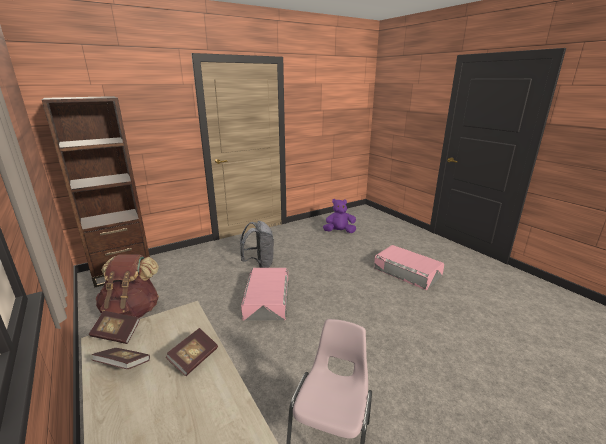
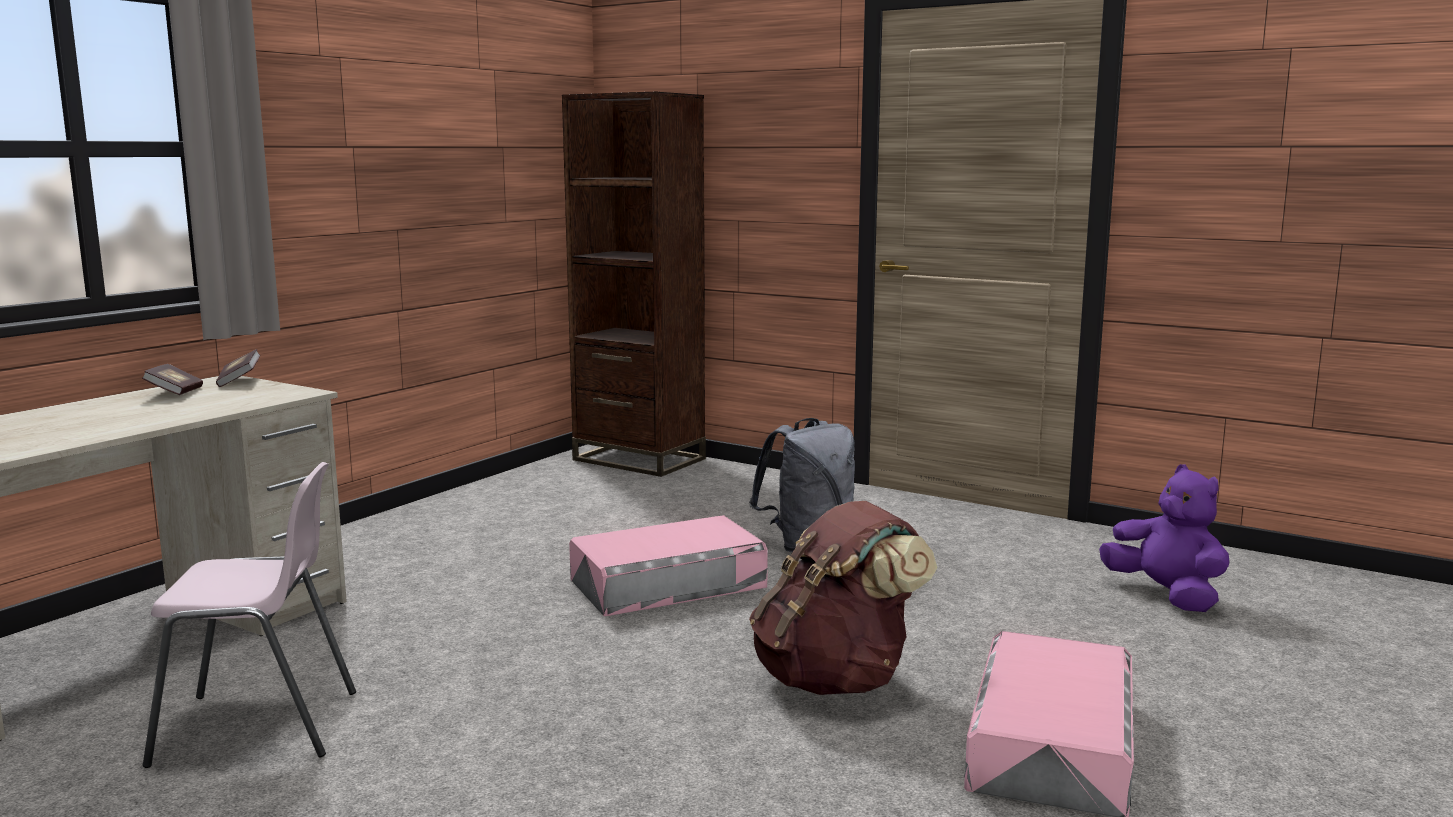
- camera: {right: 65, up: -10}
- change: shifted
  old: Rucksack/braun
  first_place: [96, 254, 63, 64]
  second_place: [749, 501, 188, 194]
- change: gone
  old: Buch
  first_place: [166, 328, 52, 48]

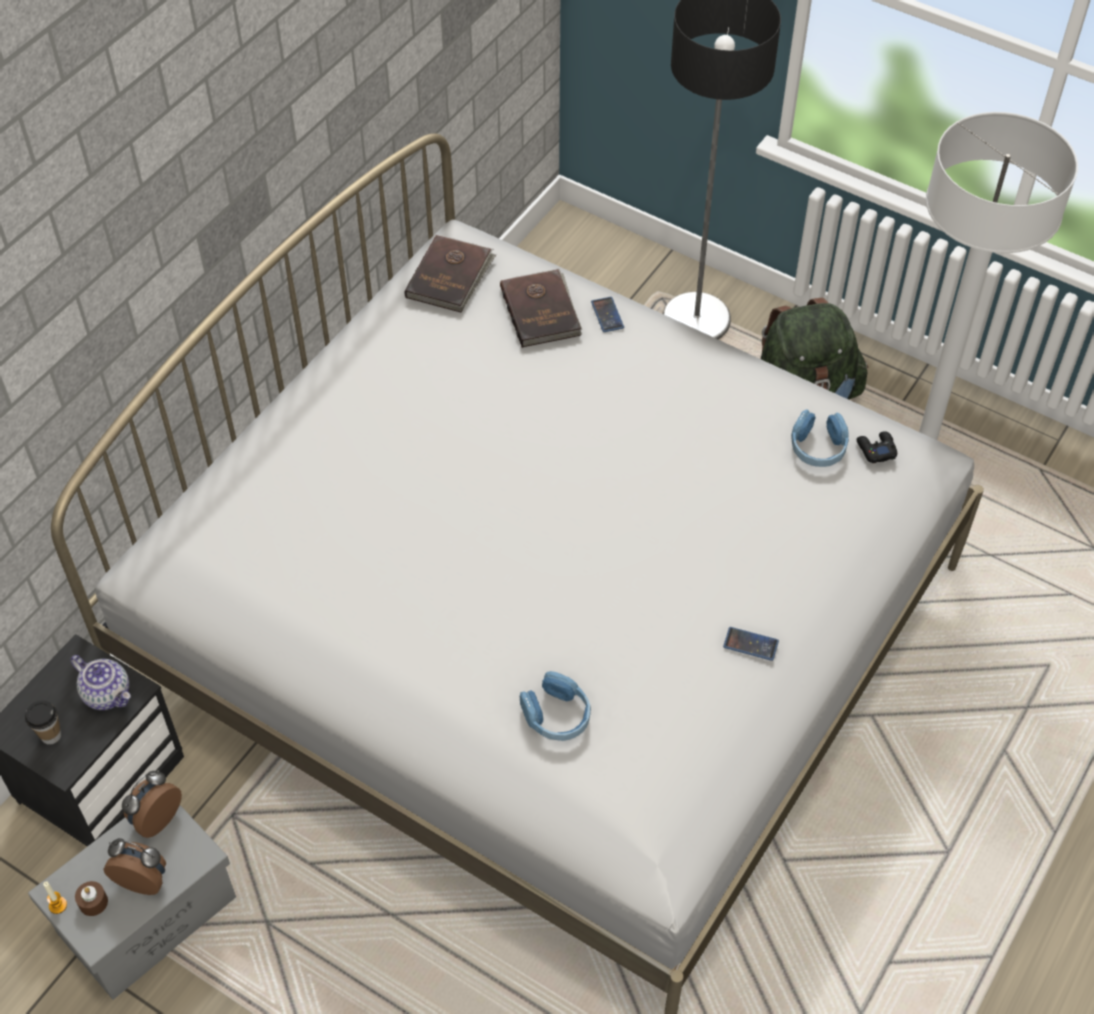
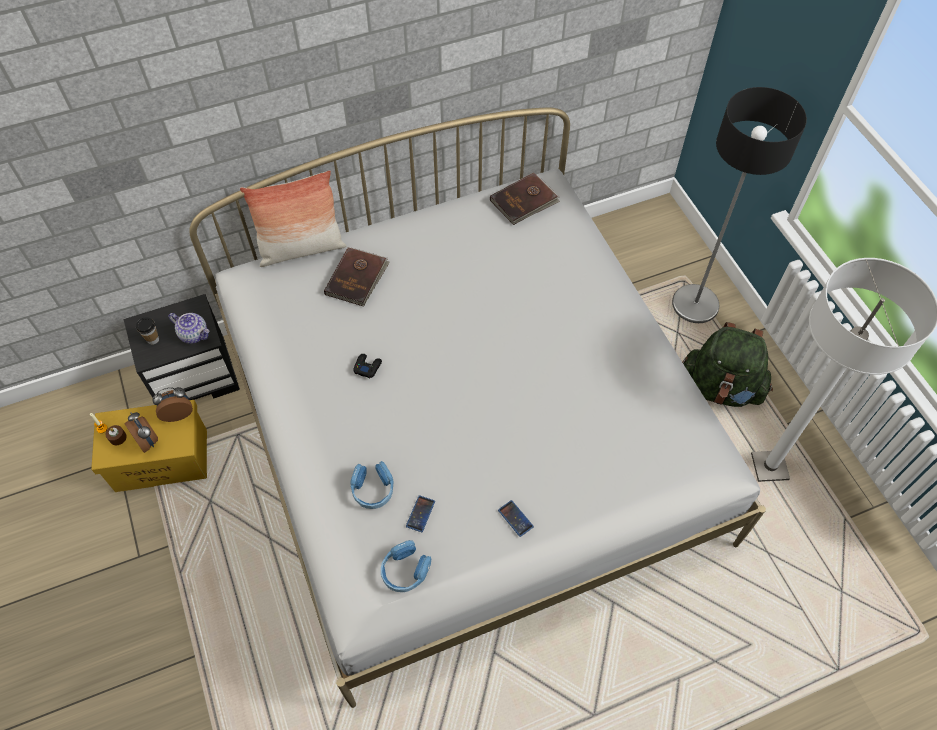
- camera: {right: 35, up: 5}
- change: shifted
  old: Buch/braun
  first_place: [500, 268, 82, 80]
  second_place: [324, 247, 66, 60]
- change: shifted
  old: Handy
  first_place: [591, 297, 33, 35]
  second_place: [406, 495, 29, 37]
- change: shifted
  old: Kopfhörer/blau
  first_place: [791, 410, 58, 57]
  second_place: [381, 540, 50, 52]
- change: shifted
  old: Gamepad/schwarz
  first_place: [857, 431, 40, 32]
  second_place: [353, 354, 29, 24]
- change: rotated
  old: Teekanne
  first_place: [70, 655, 60, 55]
  second_place: [168, 313, 42, 31]
  degrees: -45
- change: repainted
  old: Aufbewahrungsbox/grau
  new: Aufbewahrungsbox/gelb
  first_place: [28, 805, 208, 195]
  second_place: [91, 400, 116, 92]
- change: new
  new: Kissen
  second_place: [240, 170, 107, 97]

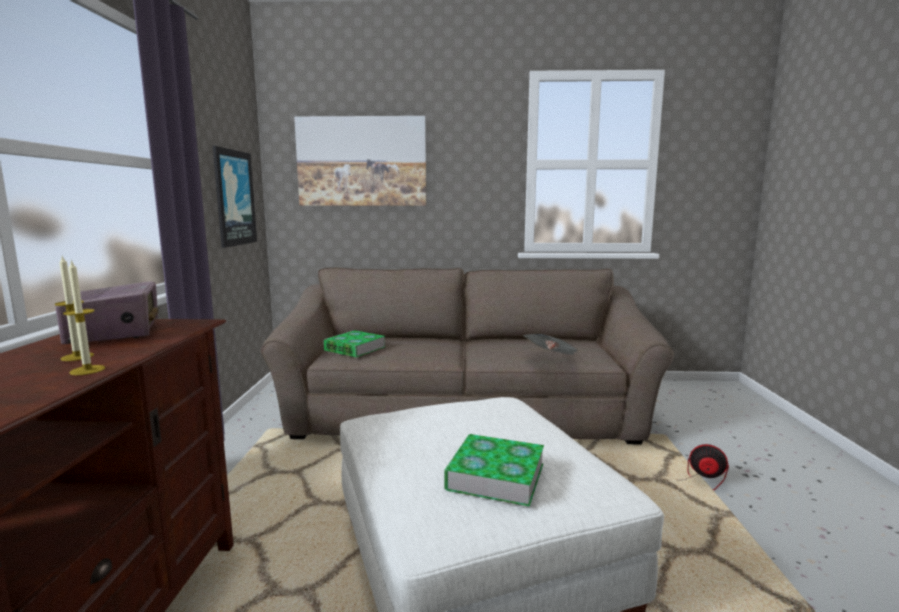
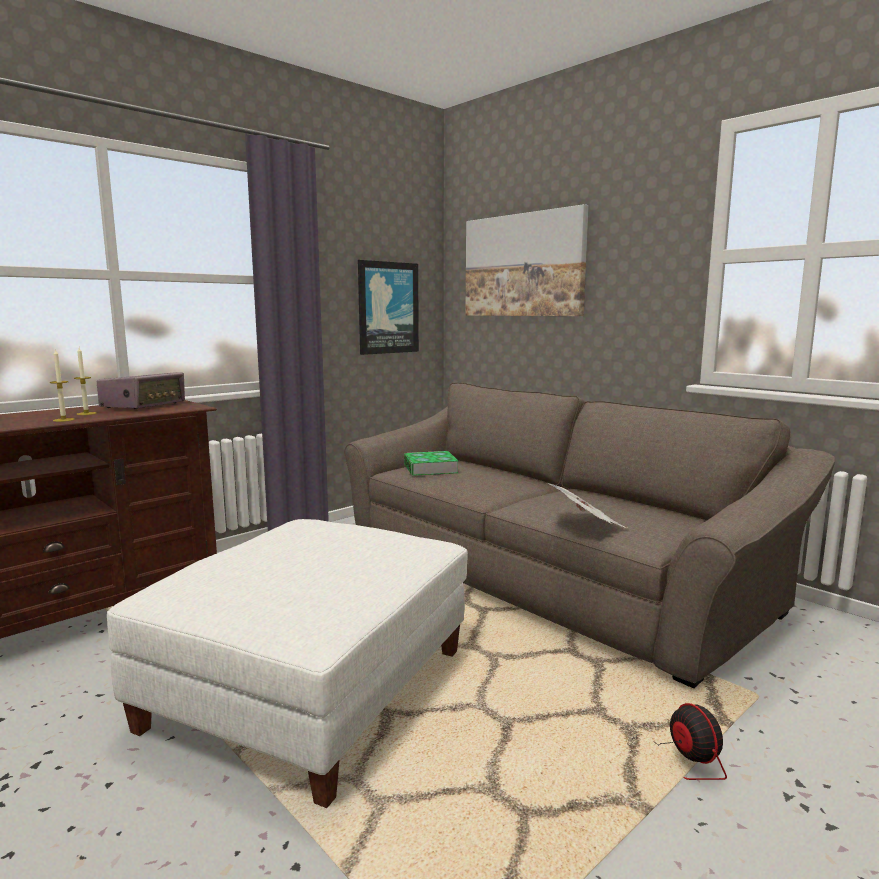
- camera: {right: 45, up: 0}
- change: gone
  old: Buch
  first_place: [444, 434, 100, 72]

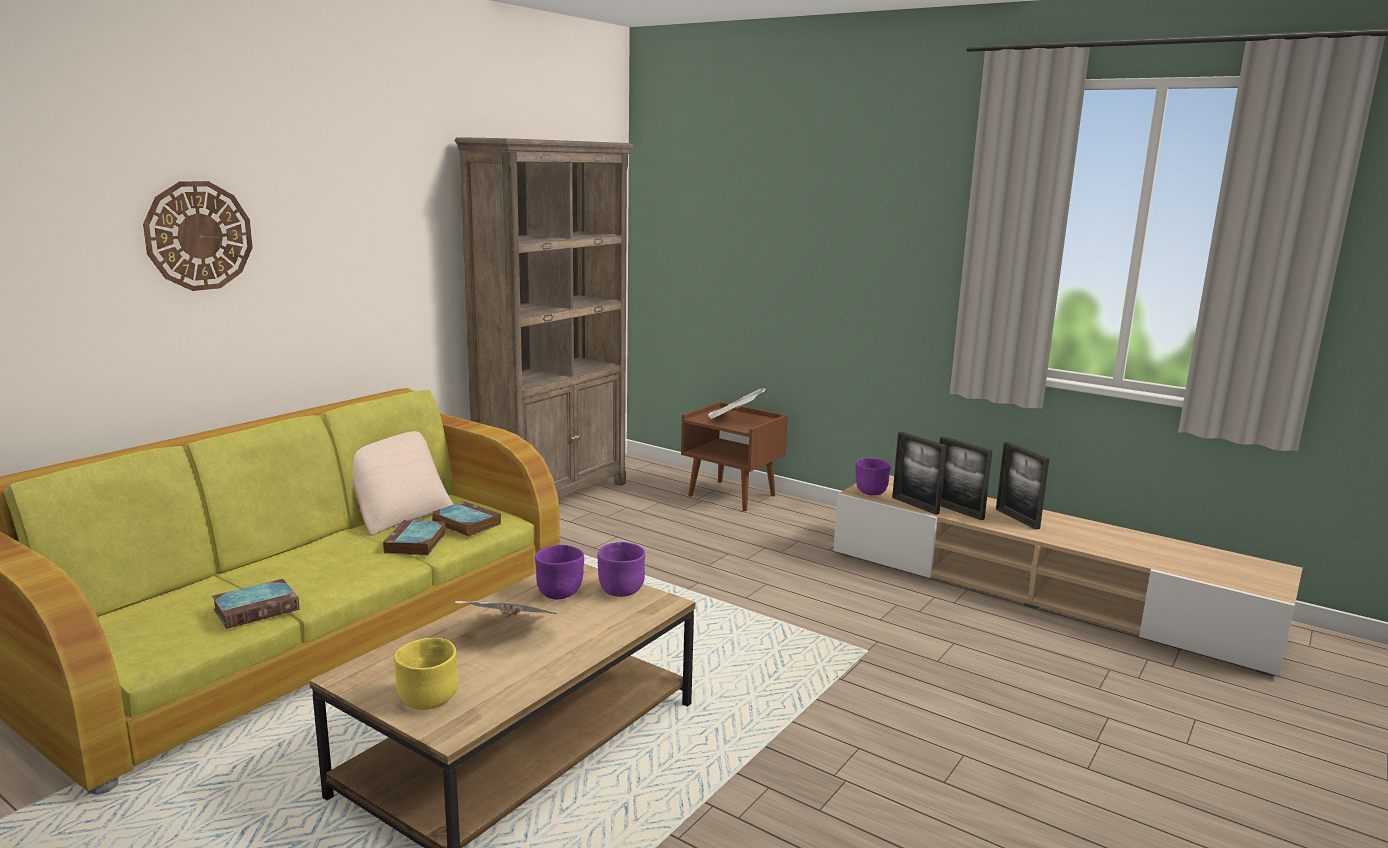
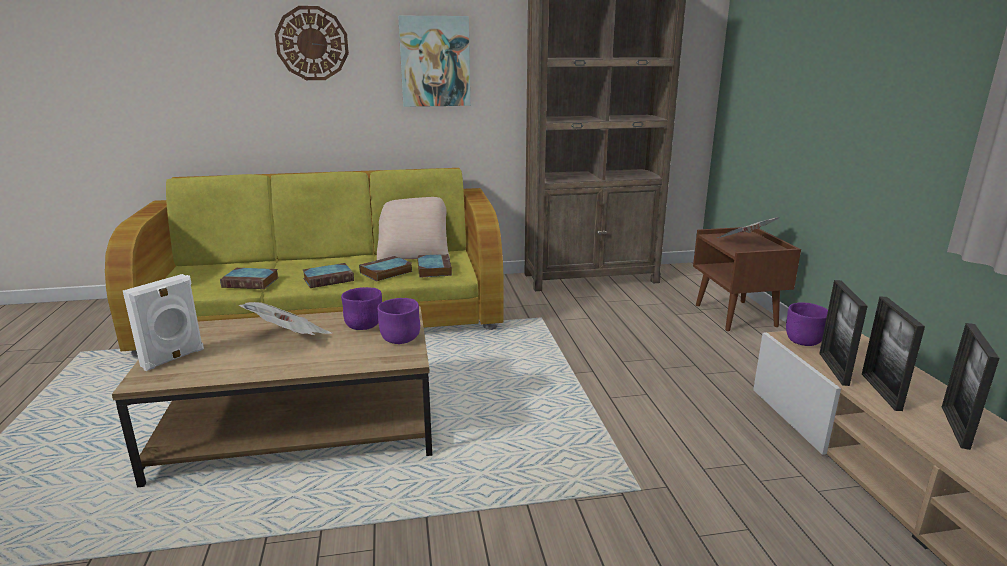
- camera: {right: 45, up: 5}
- change: swapped
  old: Schüssel/gelb
  new: Lautsprecher/weiß
  first_place: [394, 638, 64, 72]
  second_place: [123, 274, 81, 97]
- change: new
  new: Bild
  second_place: [398, 16, 72, 91]
- change: new
  new: Buch
  second_place: [302, 263, 52, 25]

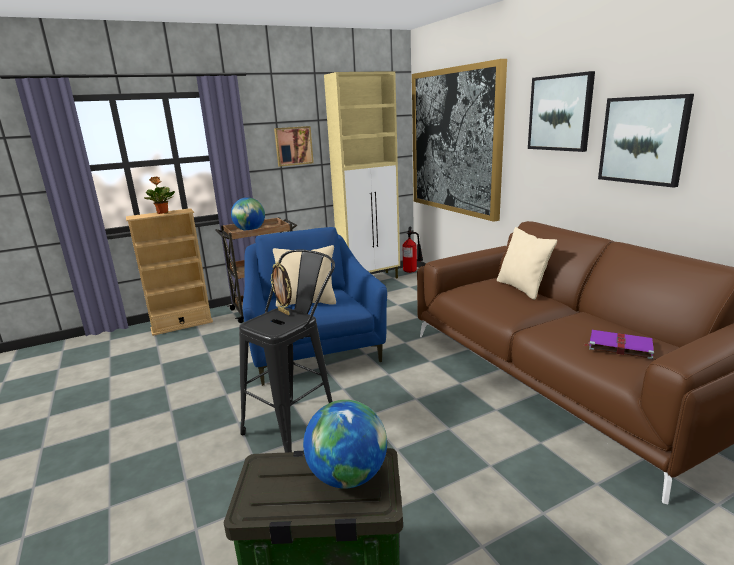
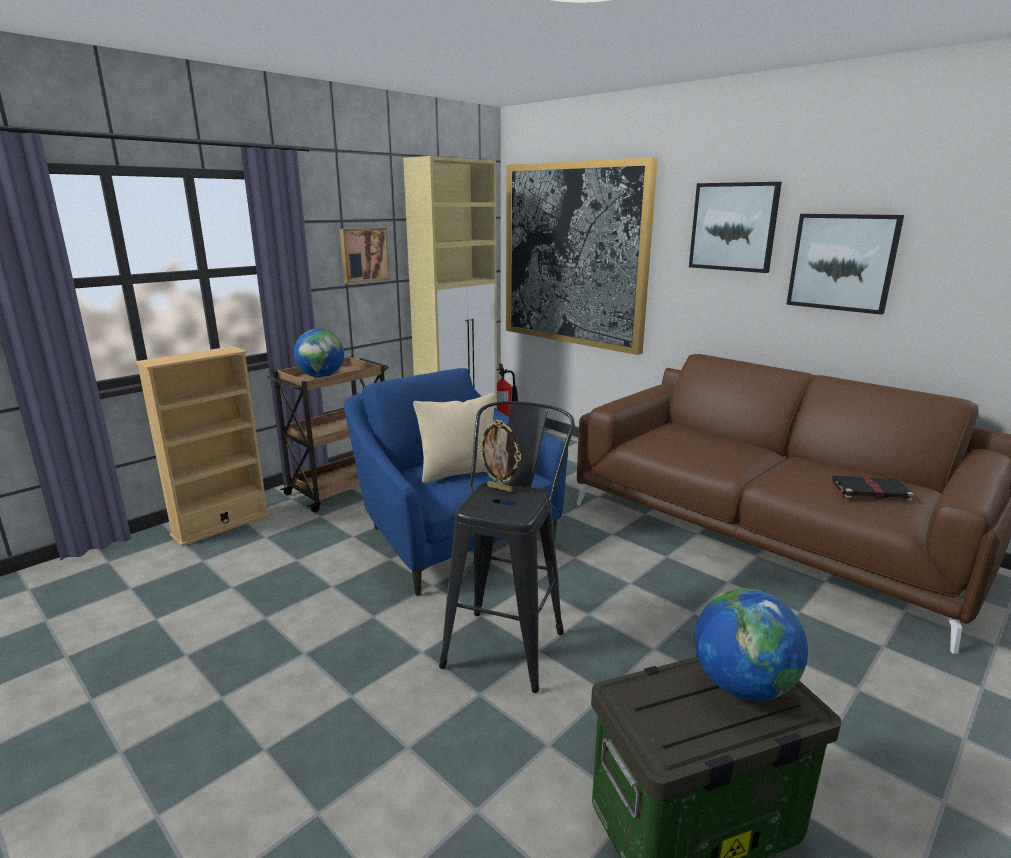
- camera: {right: -20, up: 0}
- change: gone
  old: Topfpflanze
  first_place: [144, 176, 31, 38]
- change: gone
  old: Kissen/beige
  first_place: [497, 227, 60, 73]
- change: repainted
  old: Buch/lila
  new: Buch/schwarz
  first_place: [584, 330, 70, 29]
  second_place: [832, 476, 82, 26]

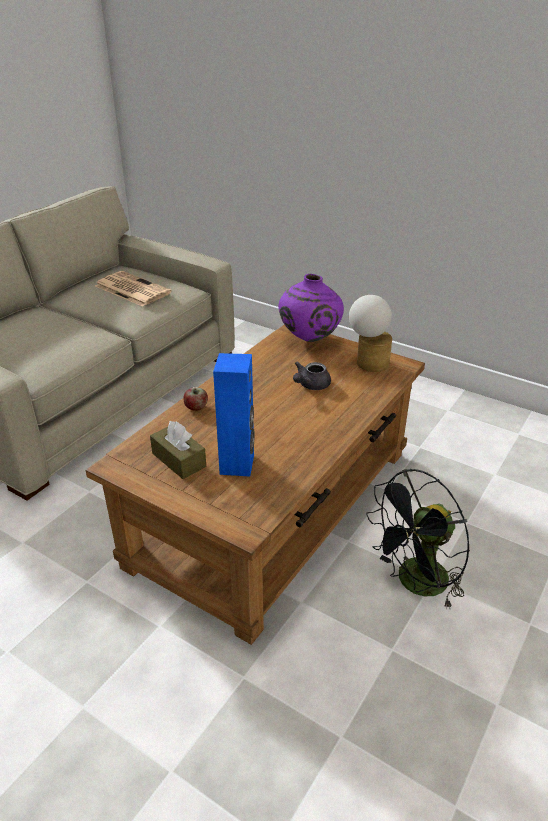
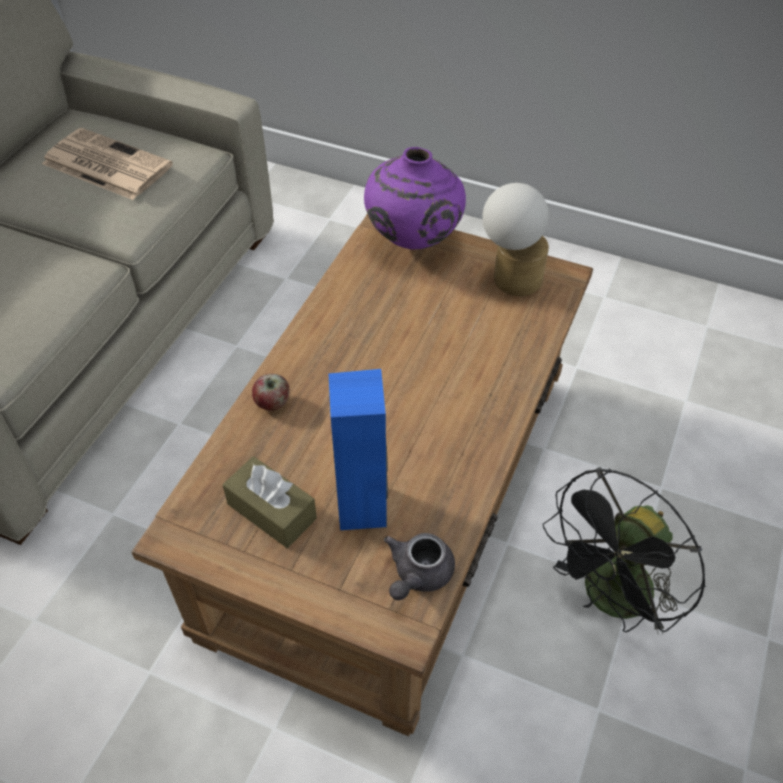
- camera: {right: -10, up: 15}
- change: shifted
  old: Teekanne/grau
  first_place: [293, 362, 38, 28]
  second_place: [384, 533, 71, 67]

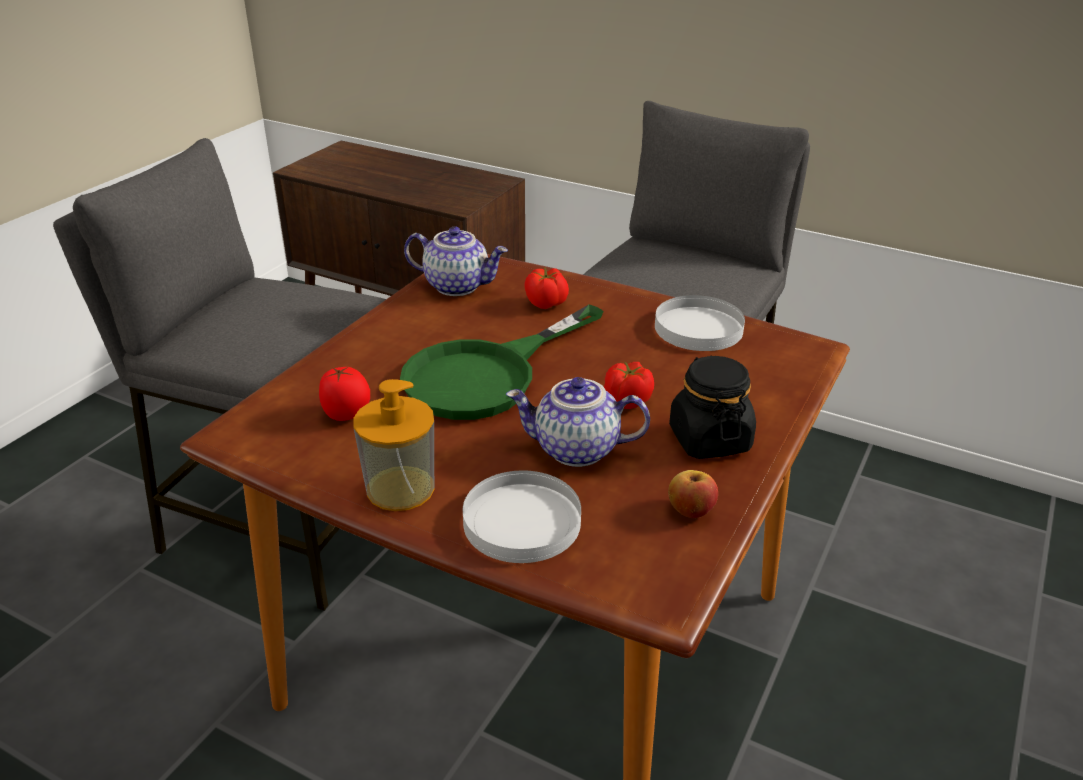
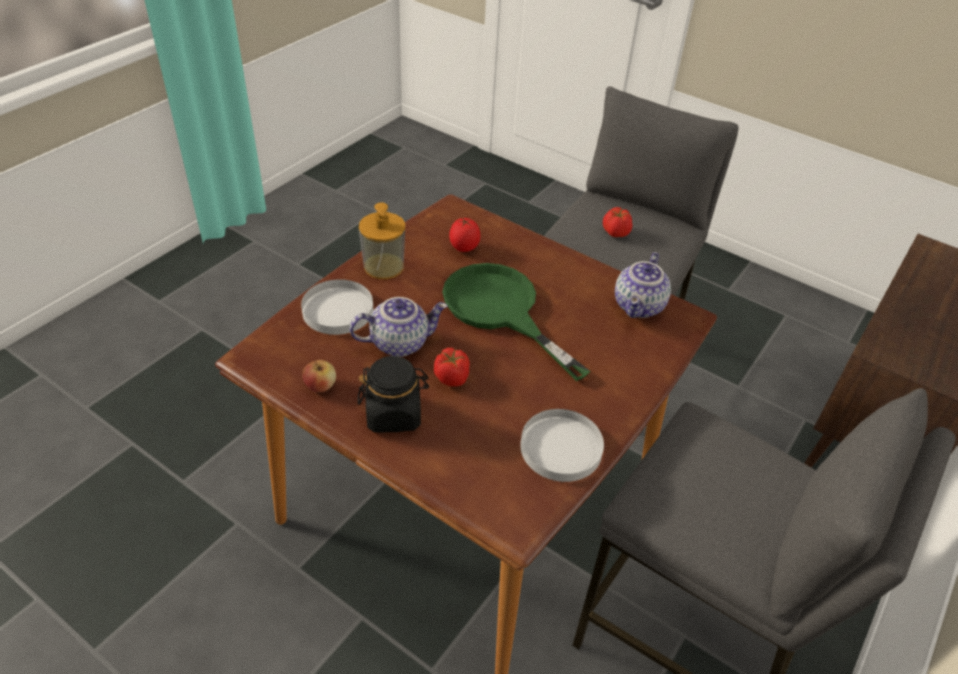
- camera: {right: 95, up: 10}
- change: shifted
  old: Tomate
  first_place: [525, 267, 44, 42]
  second_place: [603, 207, 29, 30]
- change: rotated
  old: Teekanne
  first_place: [506, 377, 144, 90]
  second_place: [350, 297, 98, 60]
  degrees: 60

